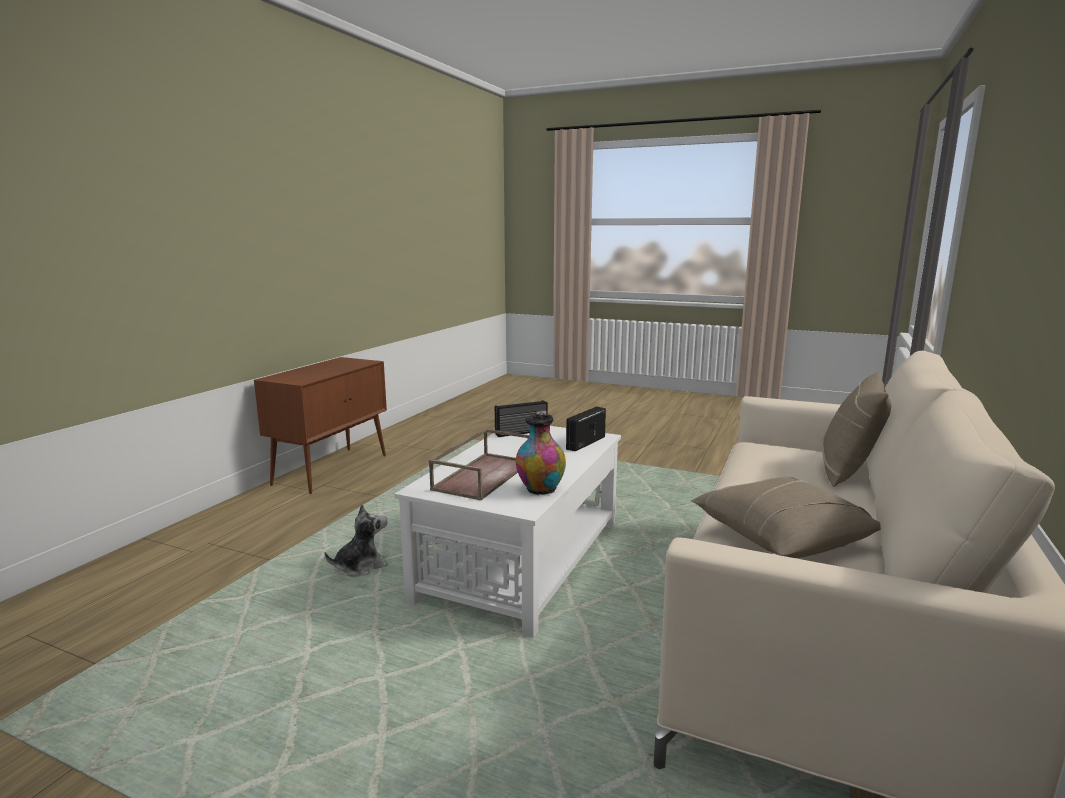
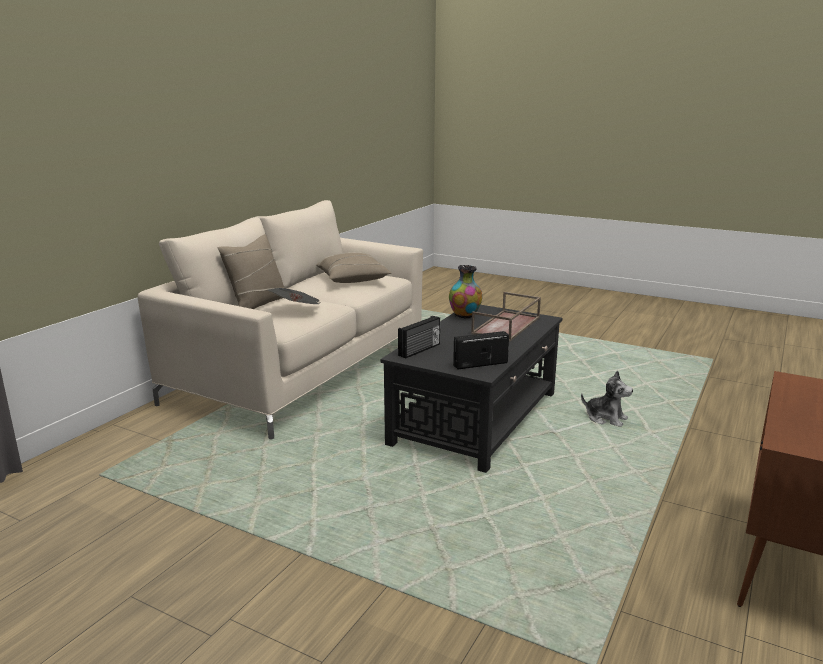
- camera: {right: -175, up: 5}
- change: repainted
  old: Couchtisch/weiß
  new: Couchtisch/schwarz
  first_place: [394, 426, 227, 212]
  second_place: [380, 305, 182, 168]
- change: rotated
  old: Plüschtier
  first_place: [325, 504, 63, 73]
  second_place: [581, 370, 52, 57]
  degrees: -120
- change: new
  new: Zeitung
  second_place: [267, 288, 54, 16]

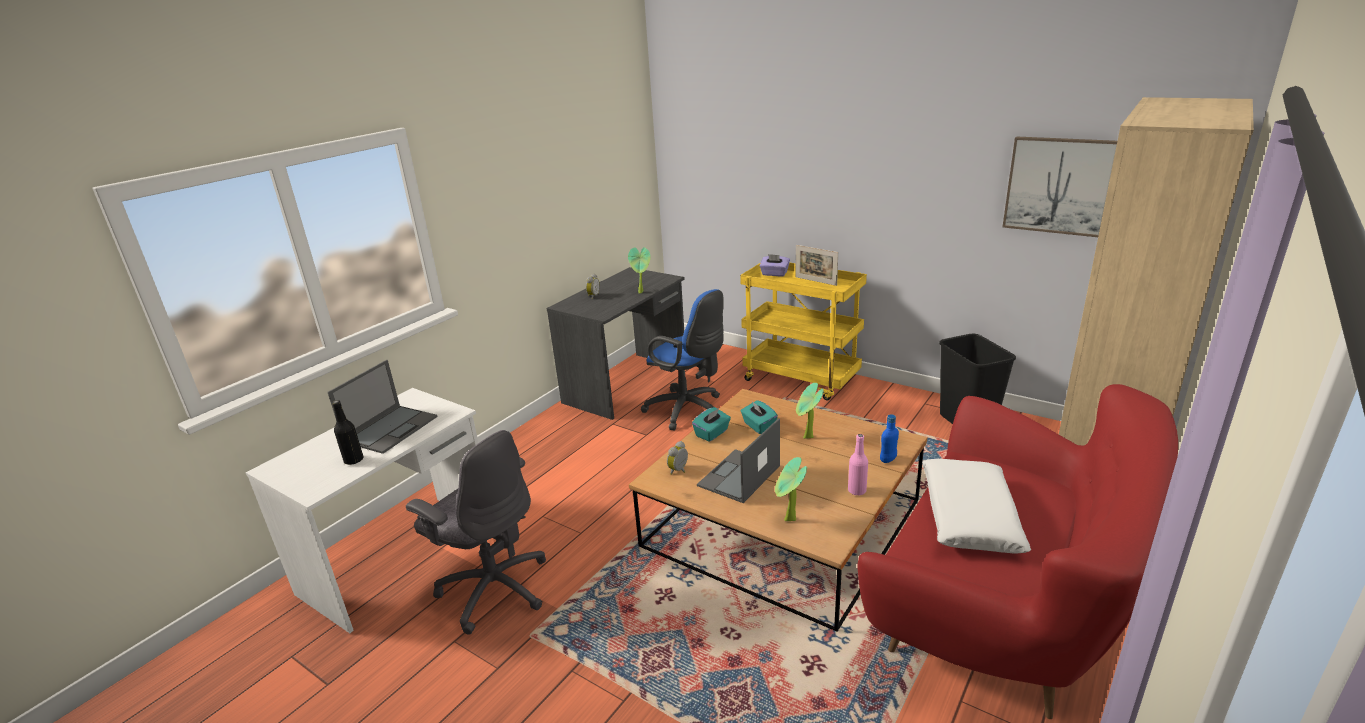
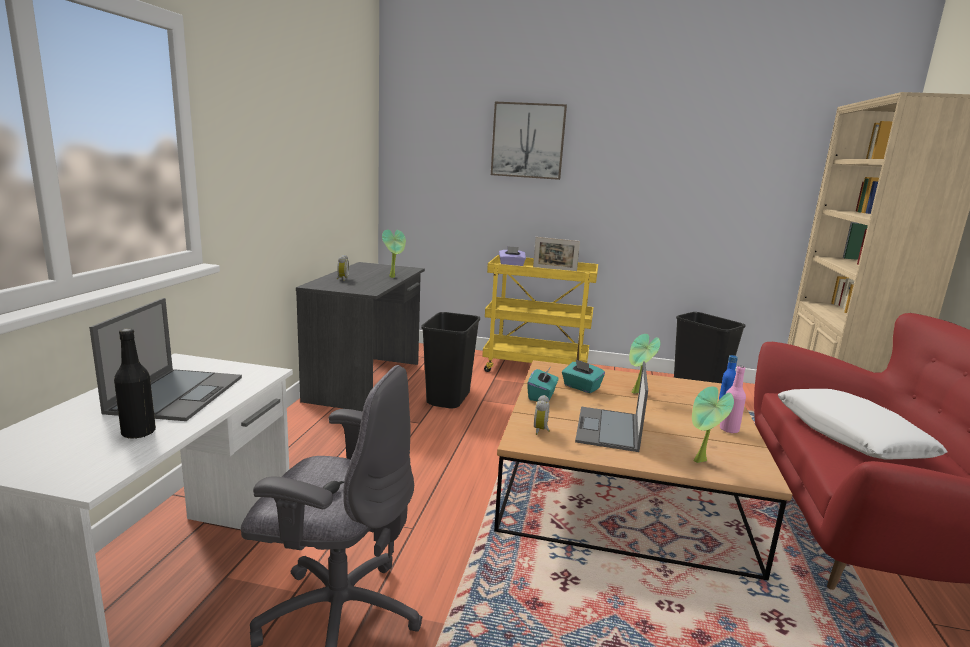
- camera: {right: -25, up: -10}
- change: shifted
  old: Bild
  first_place: [1003, 137, 114, 100]
  second_place: [491, 102, 76, 78]
- change: swapped
  old: Bürostuhl/blau
  new: Mülleimer/schwarz
  first_place: [641, 289, 83, 142]
  second_place: [421, 312, 59, 96]

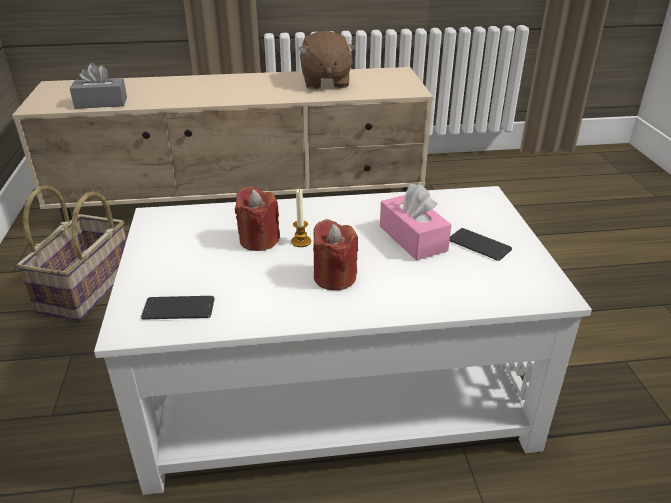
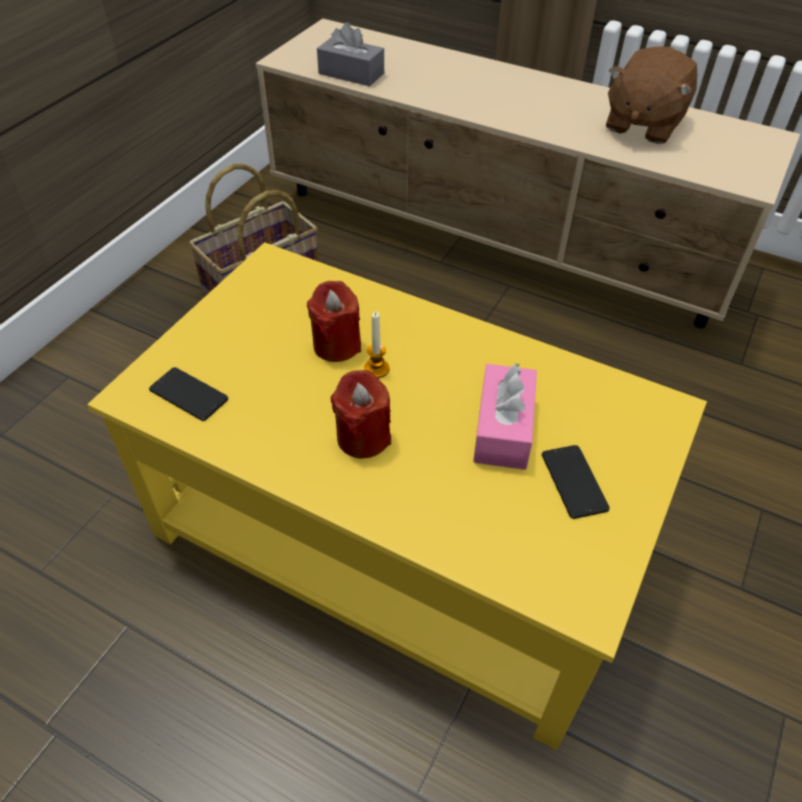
- camera: {right: 35, up: 15}
- change: repainted
  old: Couchtisch/weiß
  new: Couchtisch/gelb
  first_place: [94, 186, 498, 309]
  second_place: [87, 242, 620, 508]

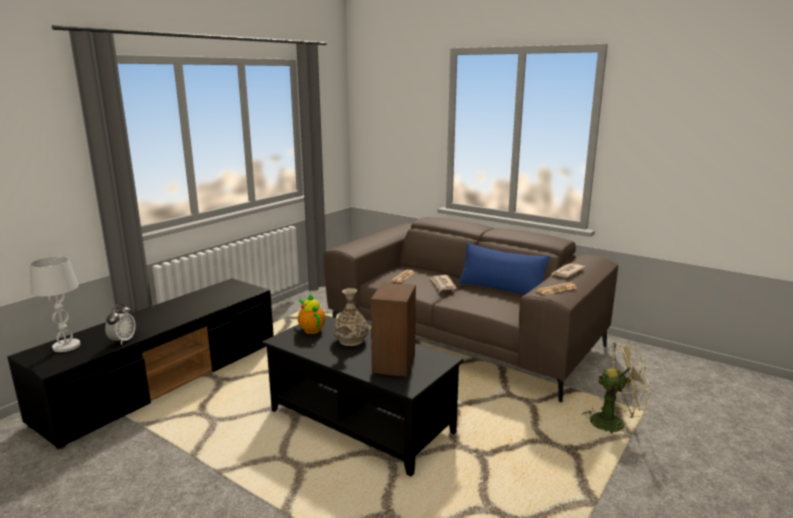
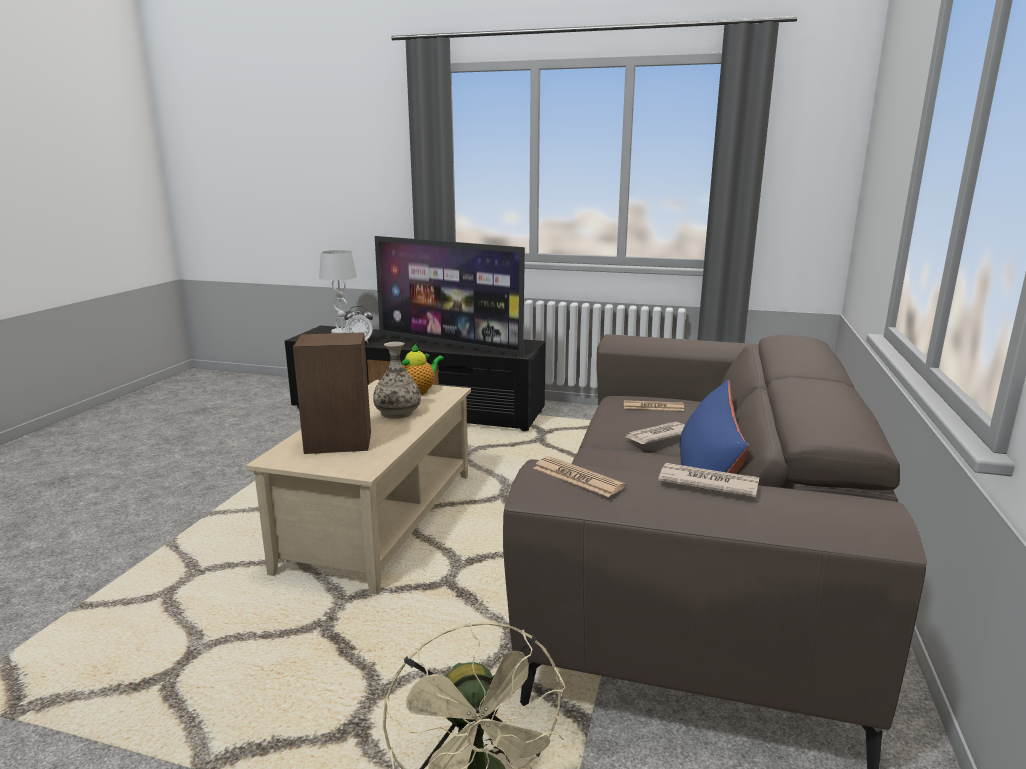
- camera: {right: 70, up: 0}
- change: repainted
  old: Couchtisch/schwarz
  new: Couchtisch/beige
  first_place: [262, 315, 201, 161]
  second_place: [246, 380, 225, 214]
- change: new
  new: Fernseher
  second_place: [375, 236, 150, 120]

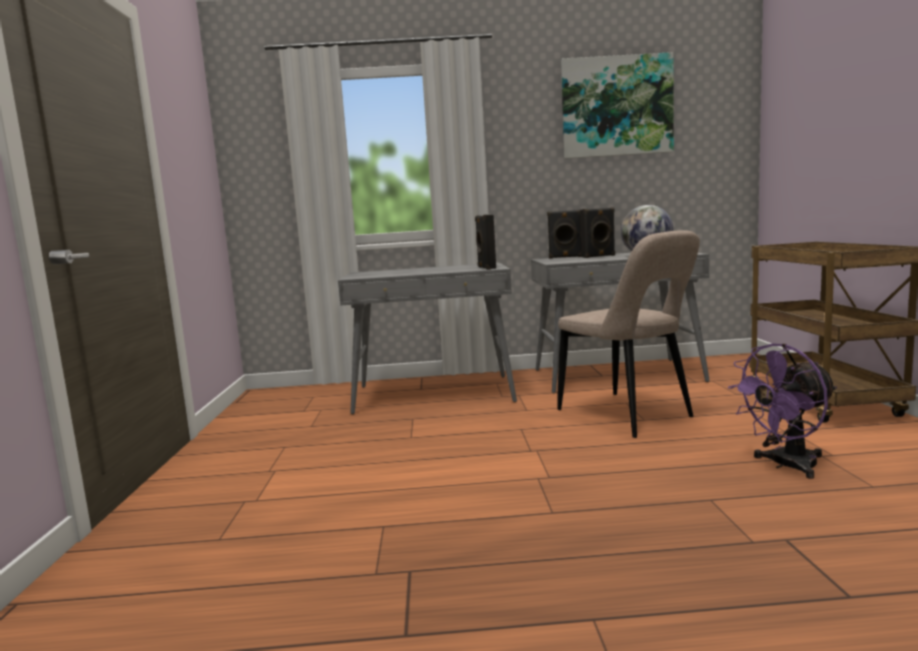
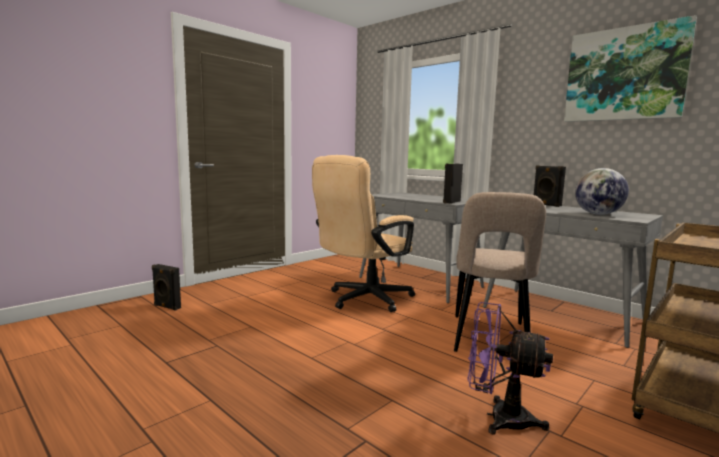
- camera: {right: 45, up: 0}
- change: shifted
  old: Lautsprecher/schwarz
  first_place: [580, 207, 35, 51]
  second_place: [152, 264, 29, 47]
- change: new
  new: Bürostuhl/beige
  second_place: [312, 155, 103, 157]

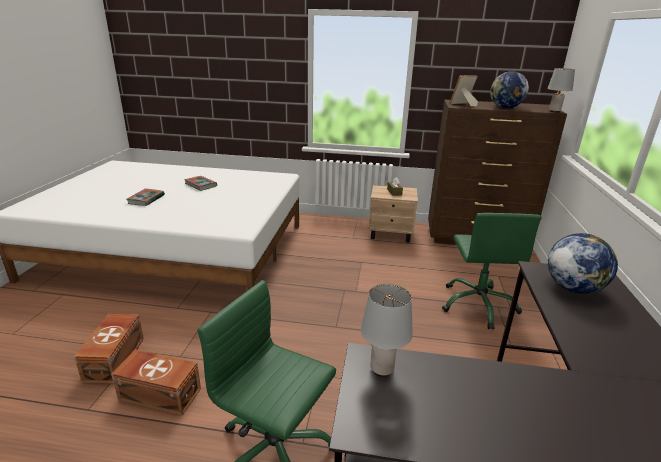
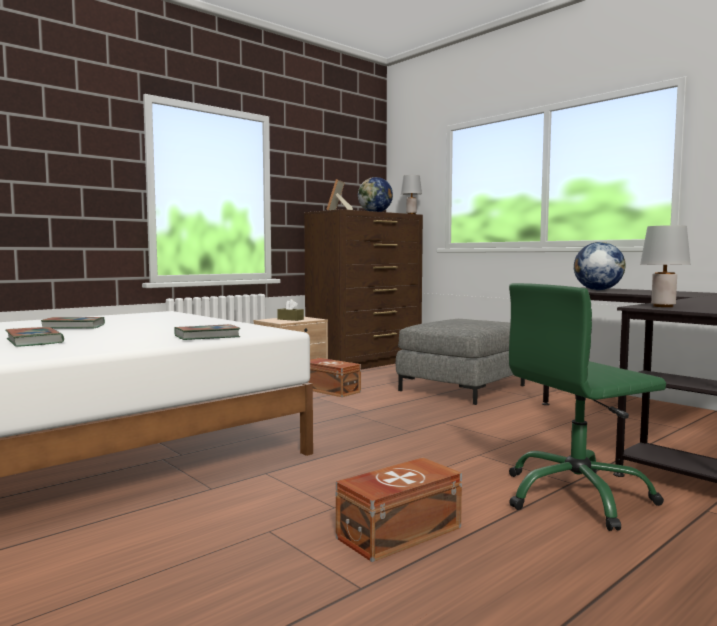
- camera: {right: -50, up: -20}
- change: swapped
  old: Bürostuhl/grün
  new: Polsterhocker/grau
  first_place: [442, 213, 100, 116]
  second_place: [396, 319, 129, 86]
- change: shifted
  old: Aufbewahrungsbox/braun
  first_place: [74, 314, 70, 70]
  second_place: [308, 358, 53, 39]
- change: new
  new: Buch
  second_place: [174, 324, 66, 16]

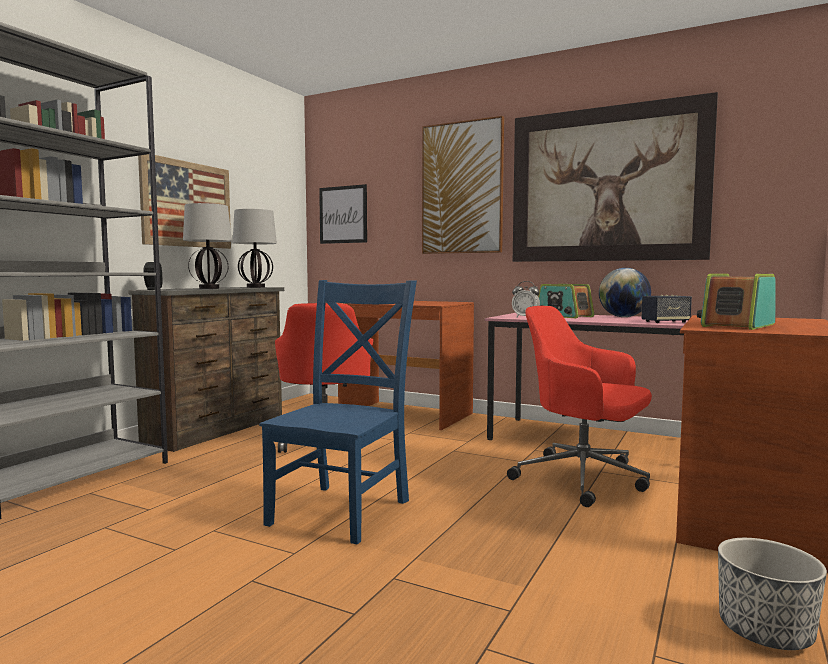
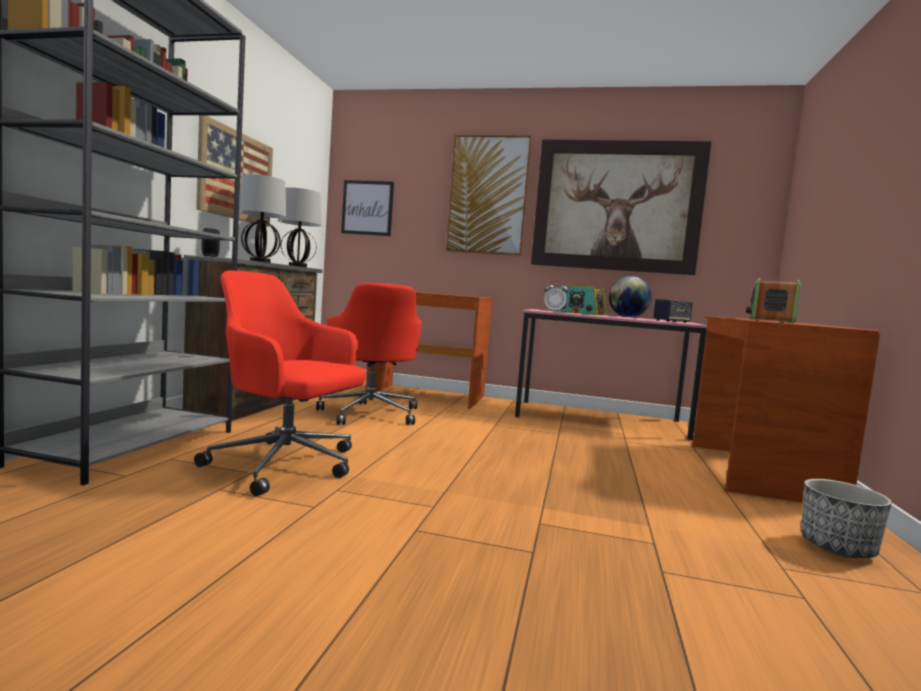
- camera: {right: -15, up: 0}
- change: gone
  old: Stuhl/blau
  first_place: [259, 280, 158, 265]
- change: shifted
  old: Bürostuhl/rot
  first_place: [507, 306, 145, 201]
  second_place: [194, 270, 172, 226]

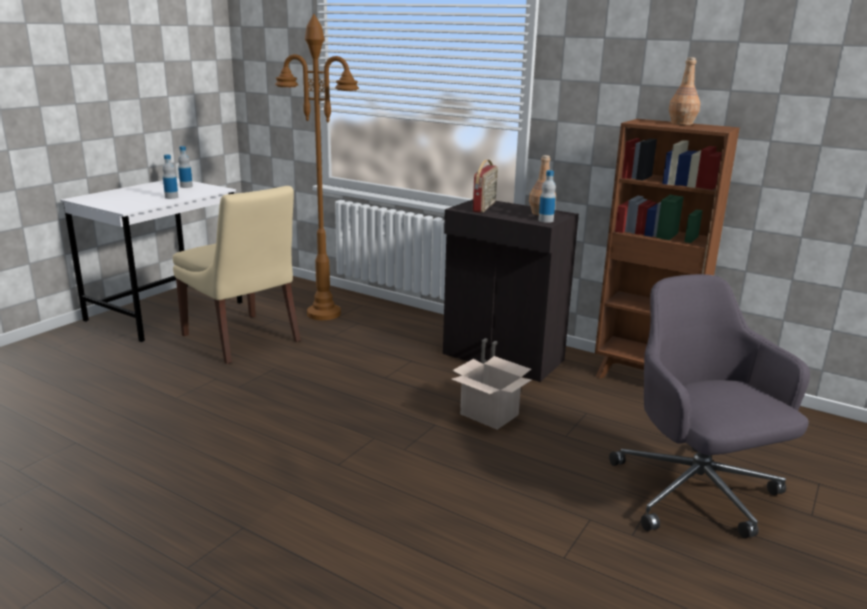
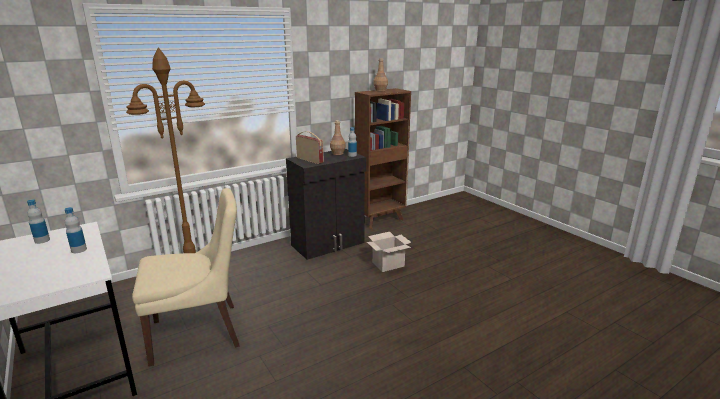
- camera: {right: -65, up: 0}
- change: gone
  old: Bürostuhl/grau
  first_place: [609, 274, 201, 264]

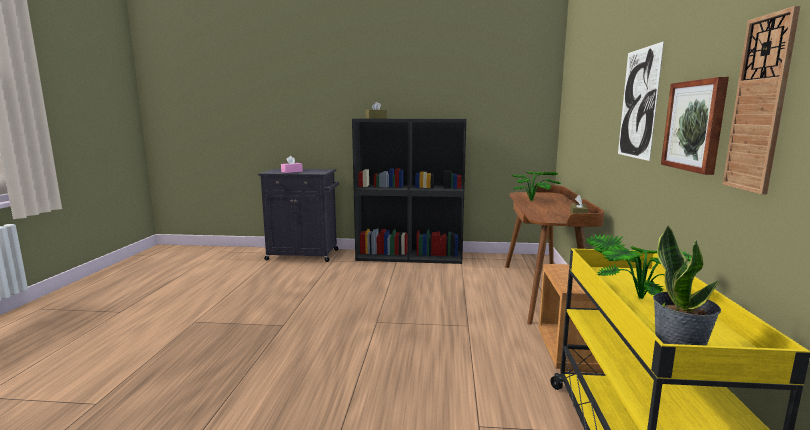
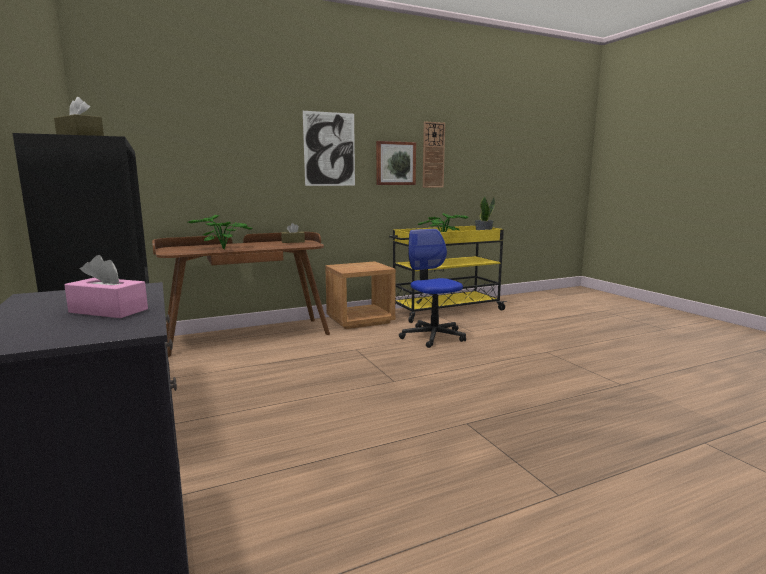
- camera: {right: -120, up: 0}
- change: new
  new: Bürostuhl
  second_place: [399, 229, 67, 119]

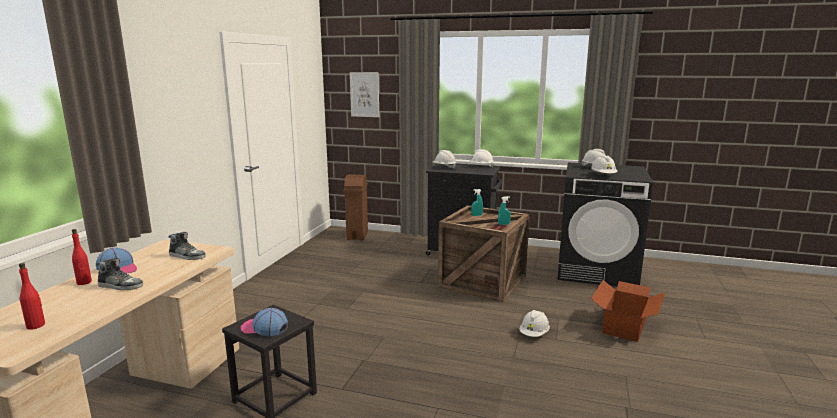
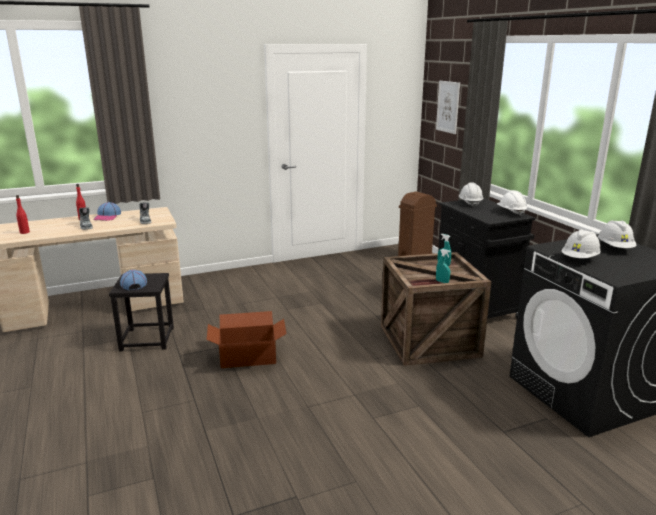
- camera: {right: 50, up: 5}
- change: shifted
  old: Karton
  first_place: [591, 280, 74, 62]
  second_place: [206, 311, 81, 57]
- change: gone
  old: Schutzhelm/weiß
  first_place: [519, 310, 31, 27]

